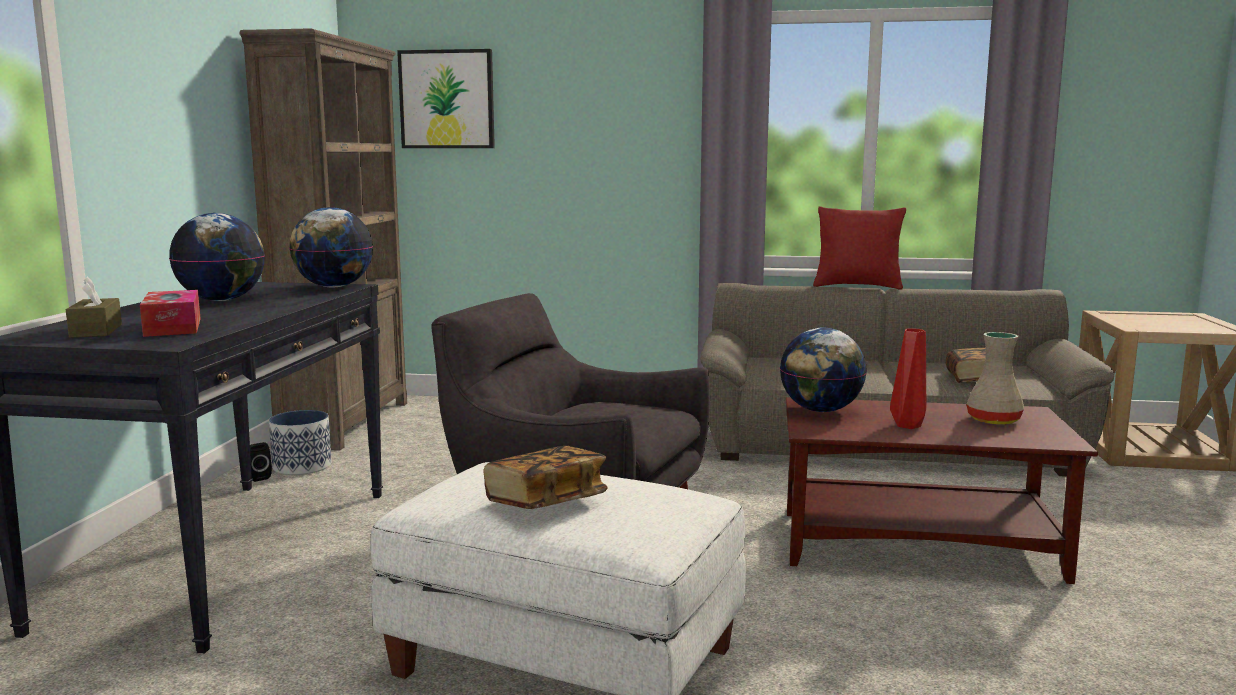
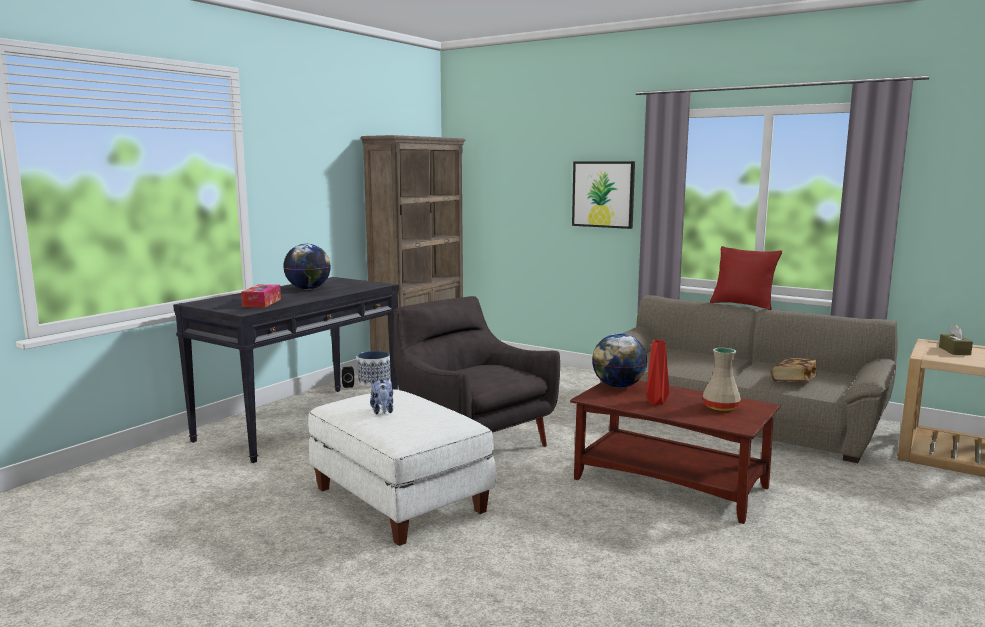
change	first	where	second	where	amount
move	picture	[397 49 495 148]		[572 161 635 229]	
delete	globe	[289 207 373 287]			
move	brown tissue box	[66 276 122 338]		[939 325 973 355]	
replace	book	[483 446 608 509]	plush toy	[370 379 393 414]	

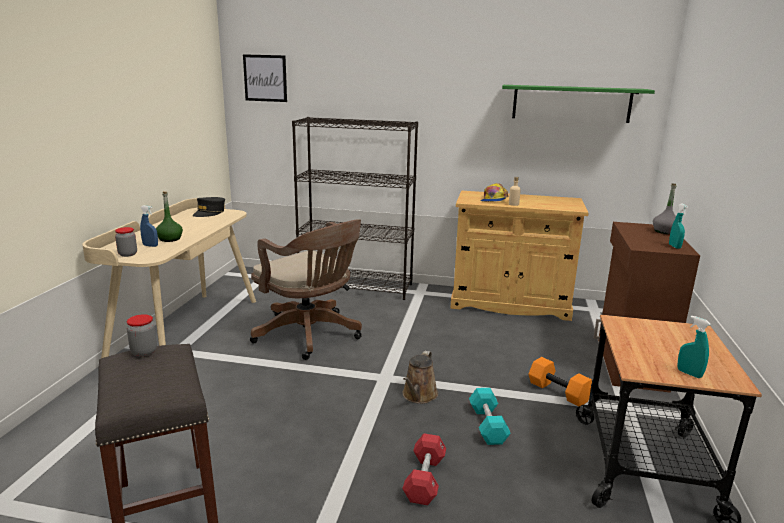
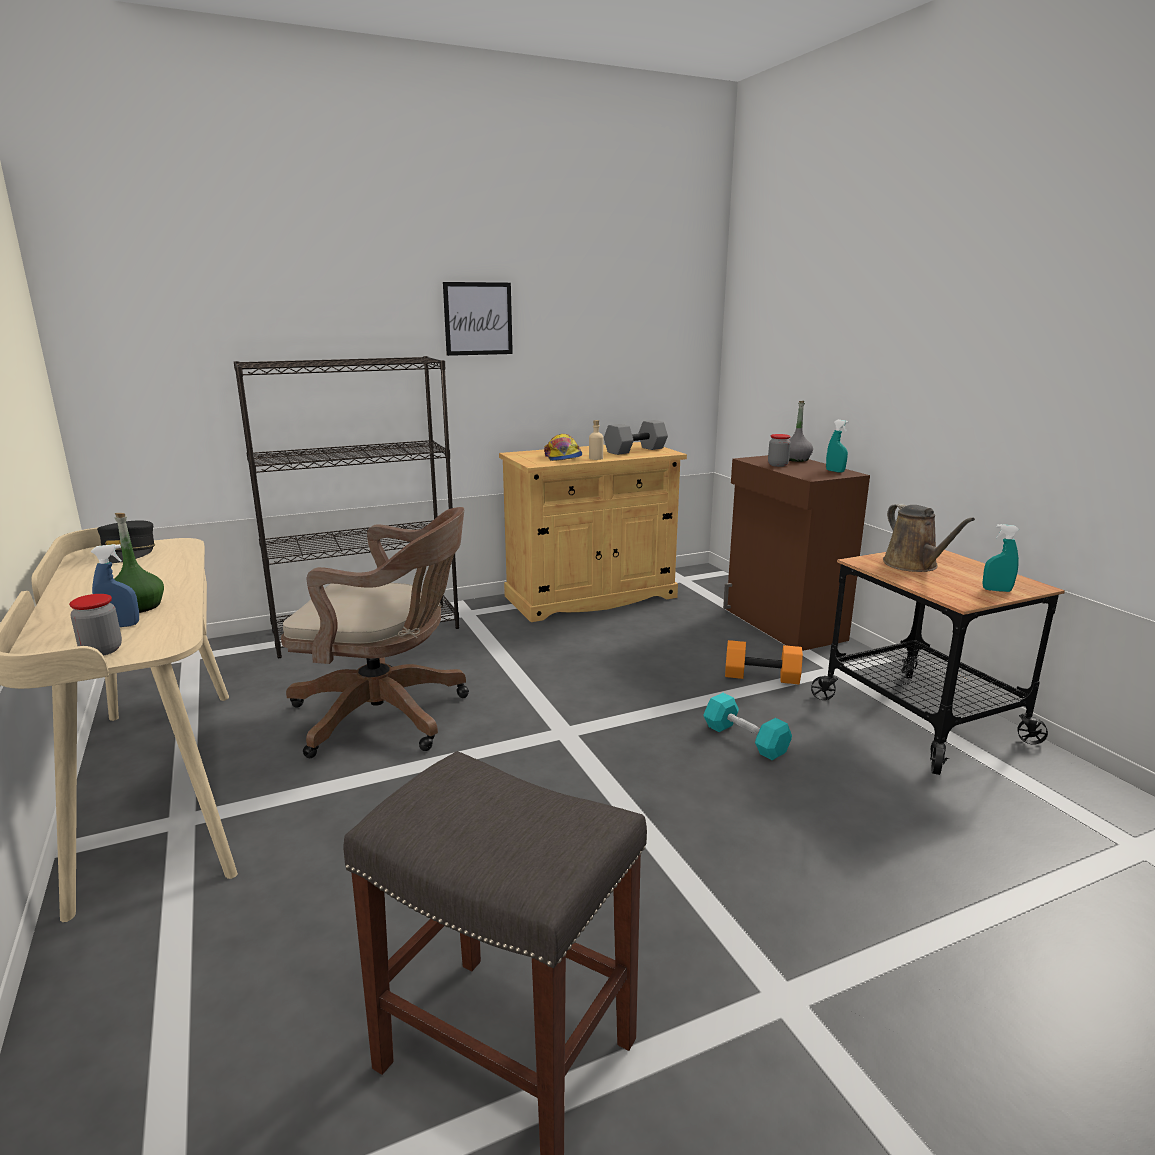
change	first	where	second	where	amount
move	picture	[243 54 287 102]		[443 282 513 356]	
delete	green shelf	[502 85 655 123]			
move	jar	[127 314 157 356]		[768 434 791 467]	
move	brown watering can	[402 351 438 404]		[883 503 975 572]	
delete	red dumbbell	[402 434 446 505]			
insert			grey dumbbell	[604 420 668 455]	

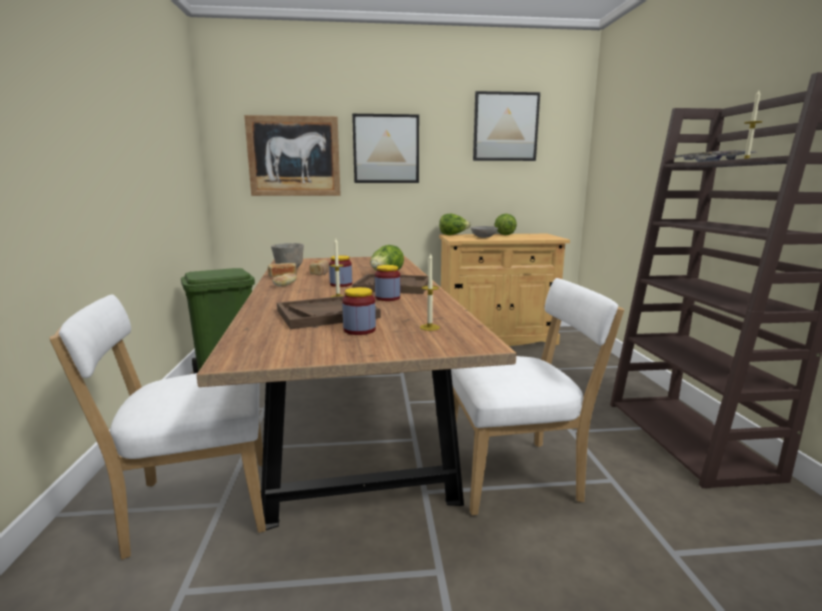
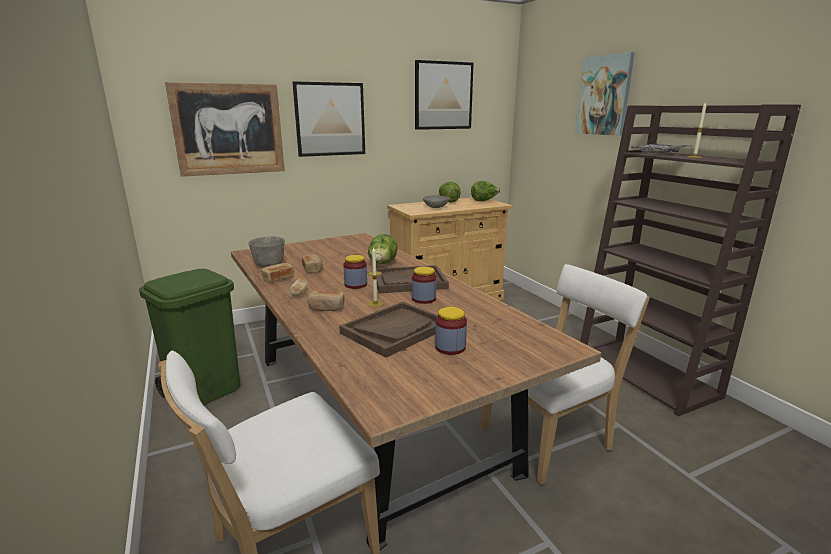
change	first	where	second	where	amount
move	lettuce	[439 214 471 235]		[471 181 500 201]	
delete	candle	[420 252 440 331]			
insert			picture	[575 52 635 136]	
insert			bread	[308 291 345 311]	

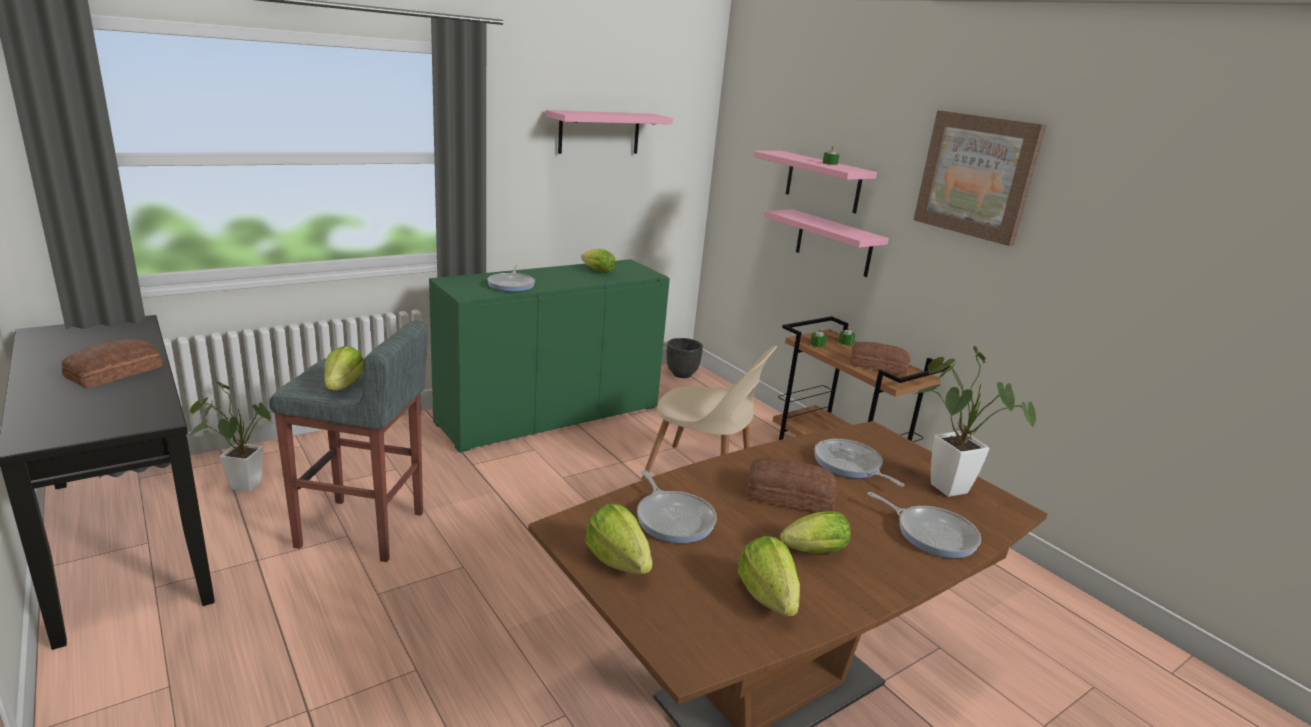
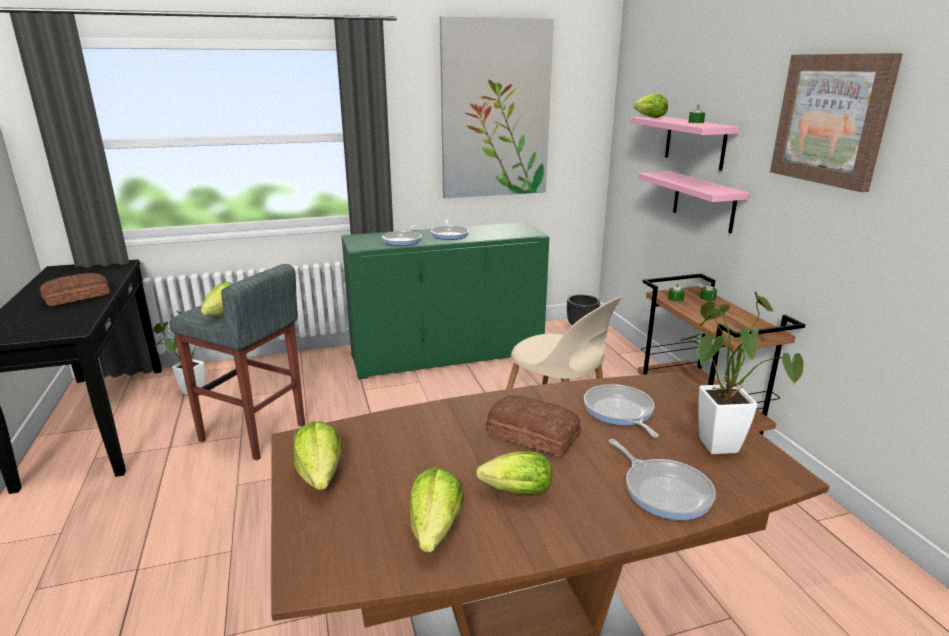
change	first	where	second	where	amount
replace	pink shelf	[545 110 673 154]	picture	[440 16 554 198]	
move	lettuce	[581 249 616 273]		[634 94 668 118]	
delete	bread	[850 342 910 375]			
move	frying pan	[637 470 717 543]		[431 220 469 240]	

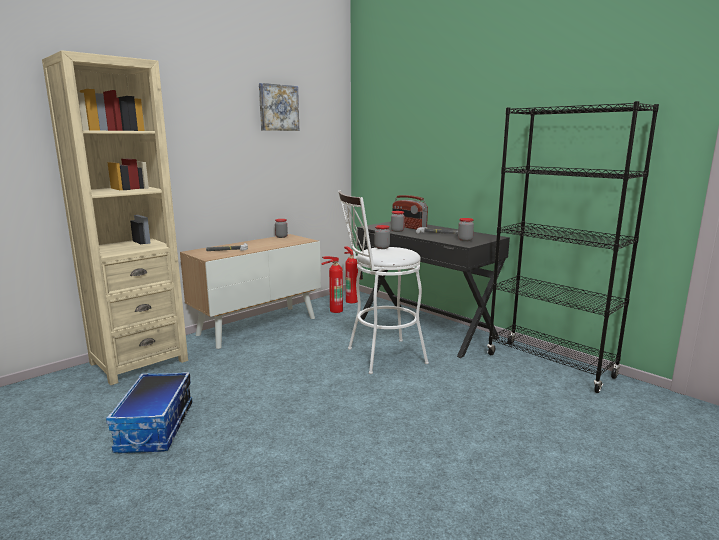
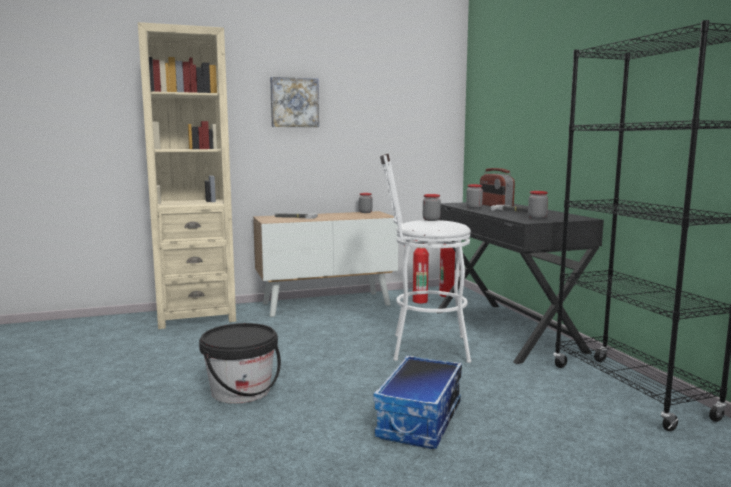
change	first	where	second	where	amount
move	picture	[259 83 299 131]		[270 77 319 127]	
move	storage box	[106 372 193 453]		[373 355 462 449]	
insert			black bucket	[199 323 281 404]	

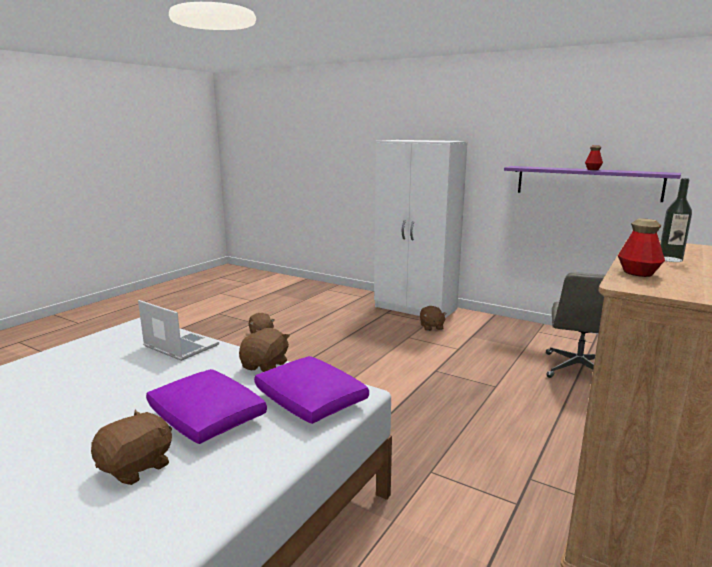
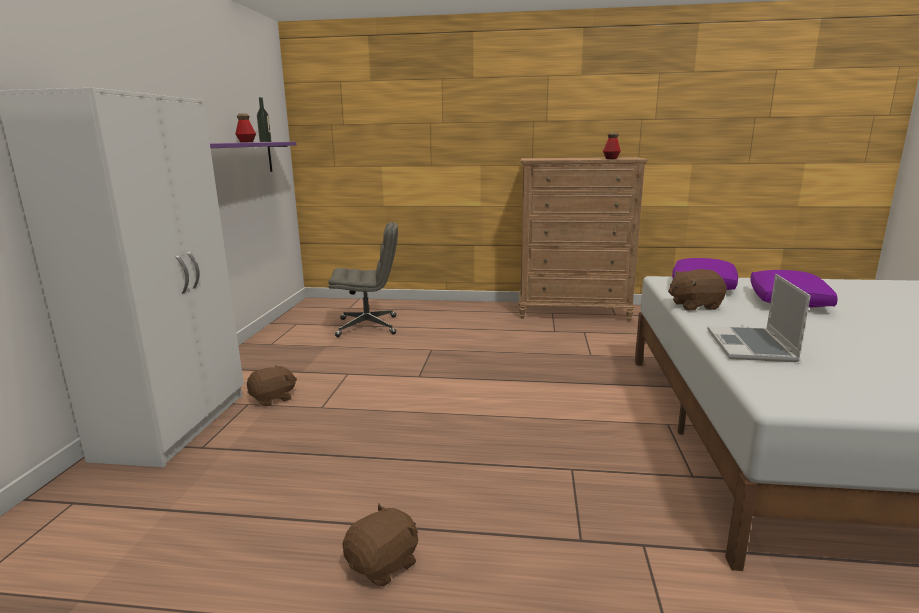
change	first	where	second	where	amount
move	bottle	[660 178 692 262]		[257 97 272 142]	
delete	brown plush toy	[91 410 172 485]			

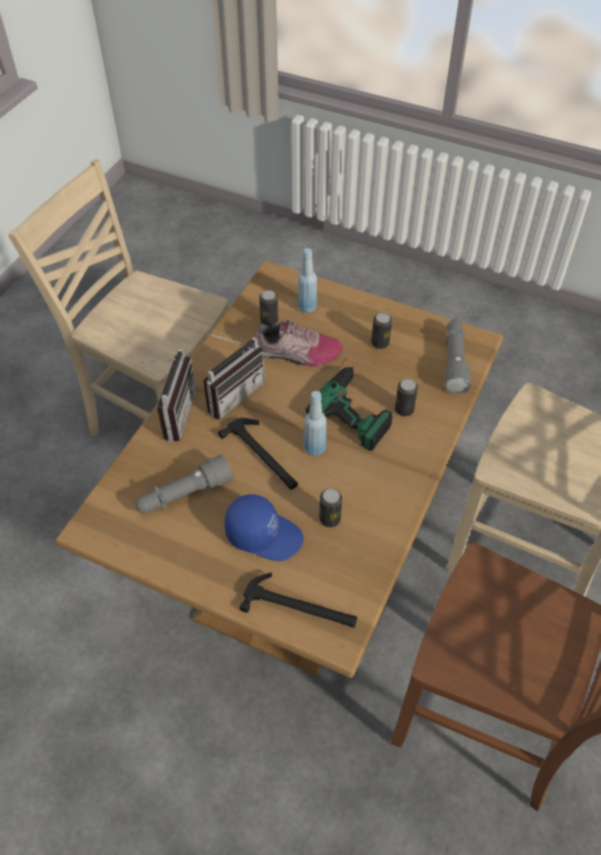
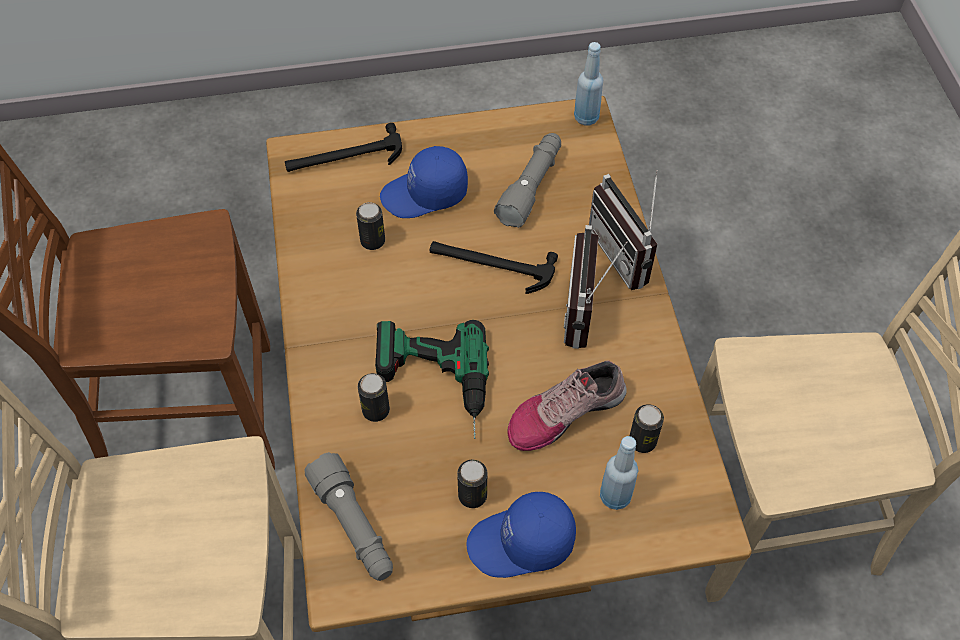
change	first	where	second	where	amount
move	blue bottle	[304 391 326 456]		[574 42 603 125]	
insert			blue cap	[466 492 576 578]	

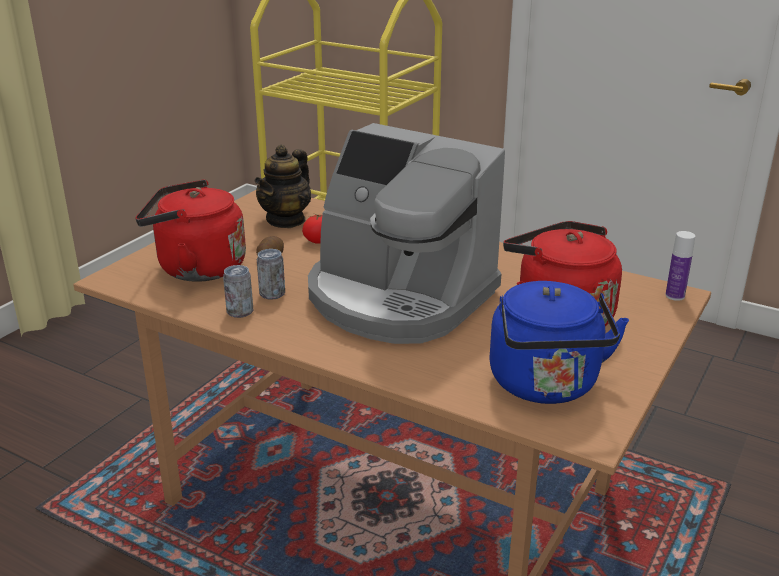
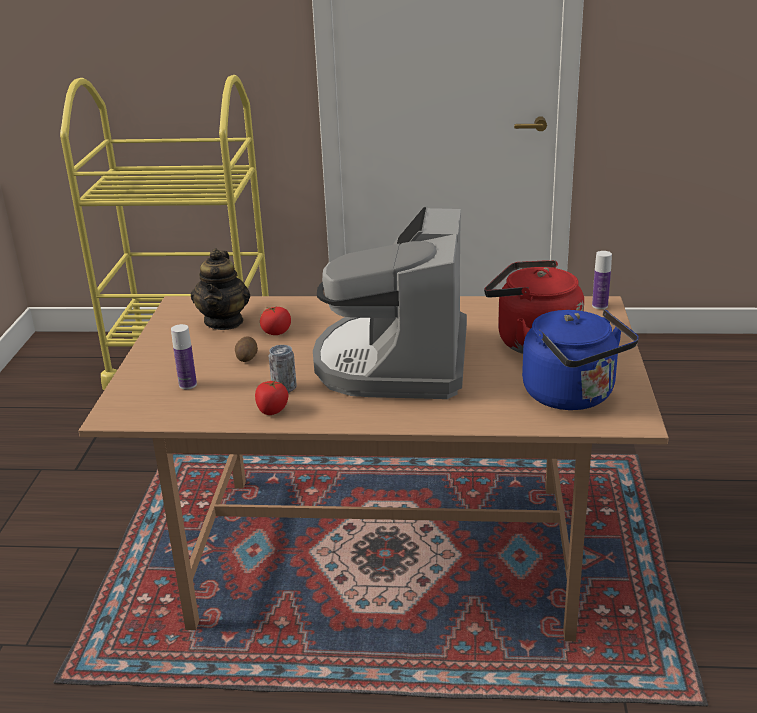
change	first	where	second	where	amount
rotate	coffee machine	[308 123 505 344]		[313 206 467 399]	90 degrees clockwise
replace	red kettle	[135 180 246 282]	bottle	[171 324 197 389]	
replace	can	[223 265 254 318]	tomato	[255 380 288 415]	

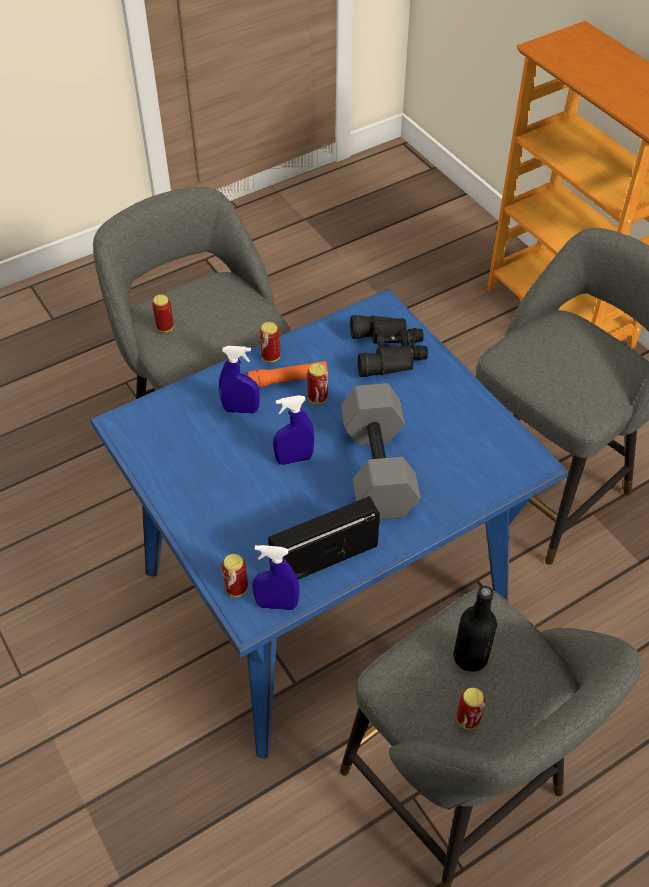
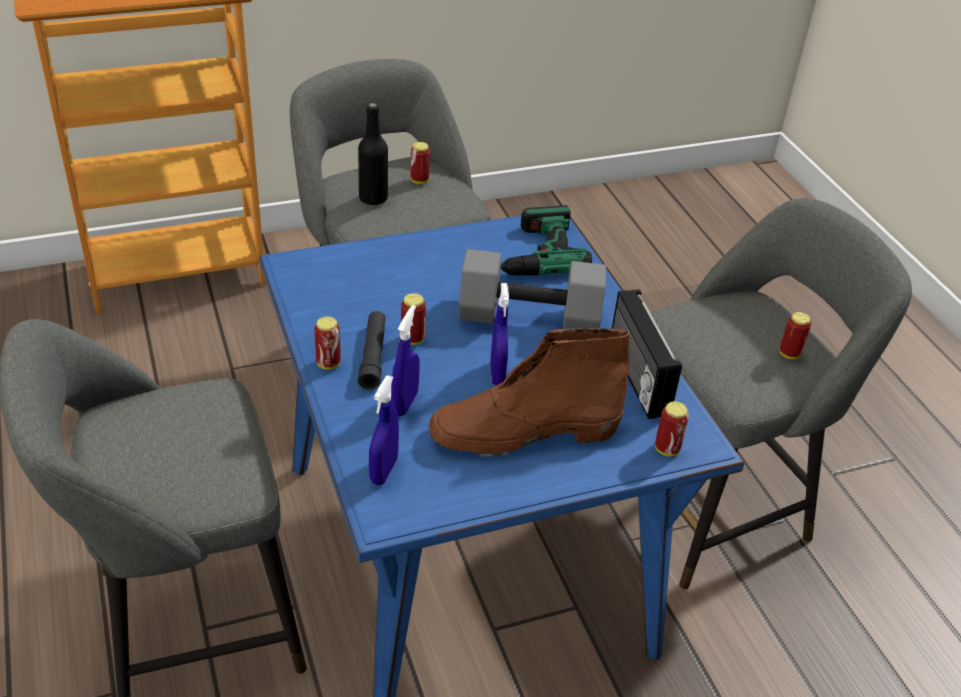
change	first	where	second	where	amount
move	can	[152 295 174 333]		[411 142 430 184]	
delete	black binoculars	[350 315 428 377]			
recolor	orange flashlight	[247 361 328 387]	black flashlight	[358 311 386 390]	
move	blue spray bottle	[252 545 299 610]		[369 375 399 485]	
move	black bottle	[454 586 497 672]		[358 103 388 205]	
insert			power drill	[501 205 592 276]	
insert			brown boot	[429 328 630 457]	

